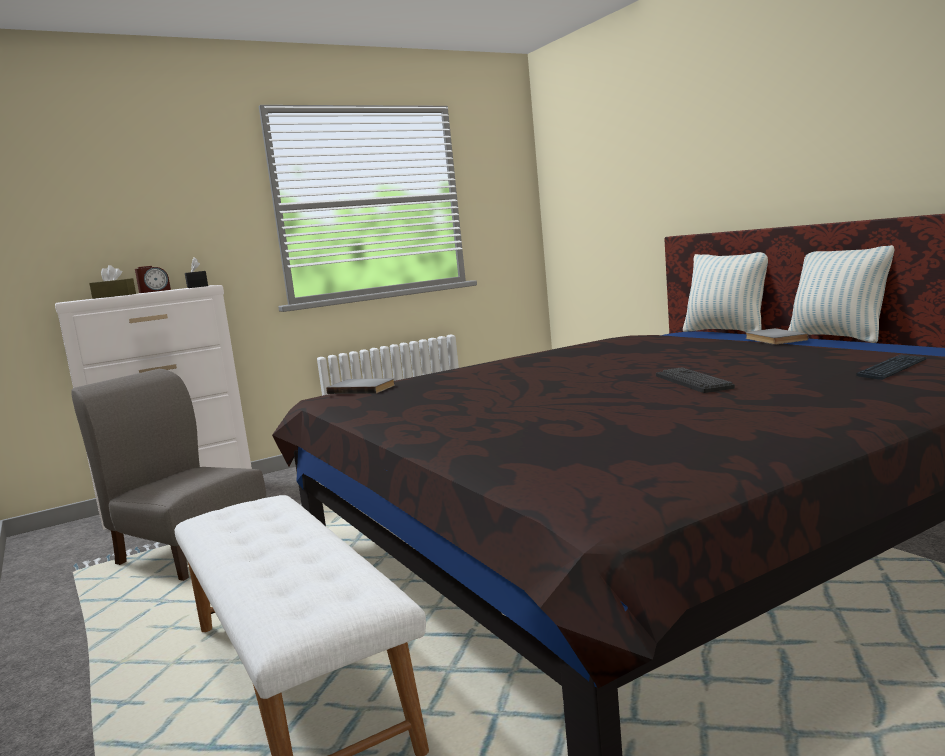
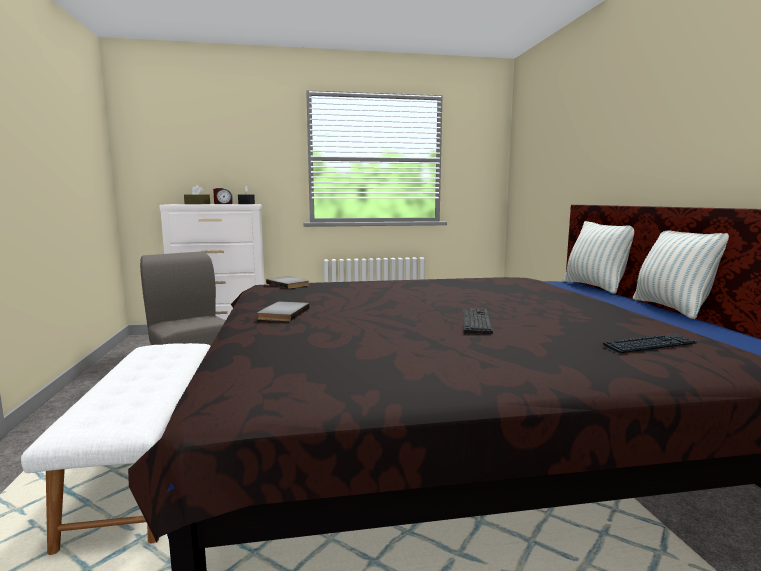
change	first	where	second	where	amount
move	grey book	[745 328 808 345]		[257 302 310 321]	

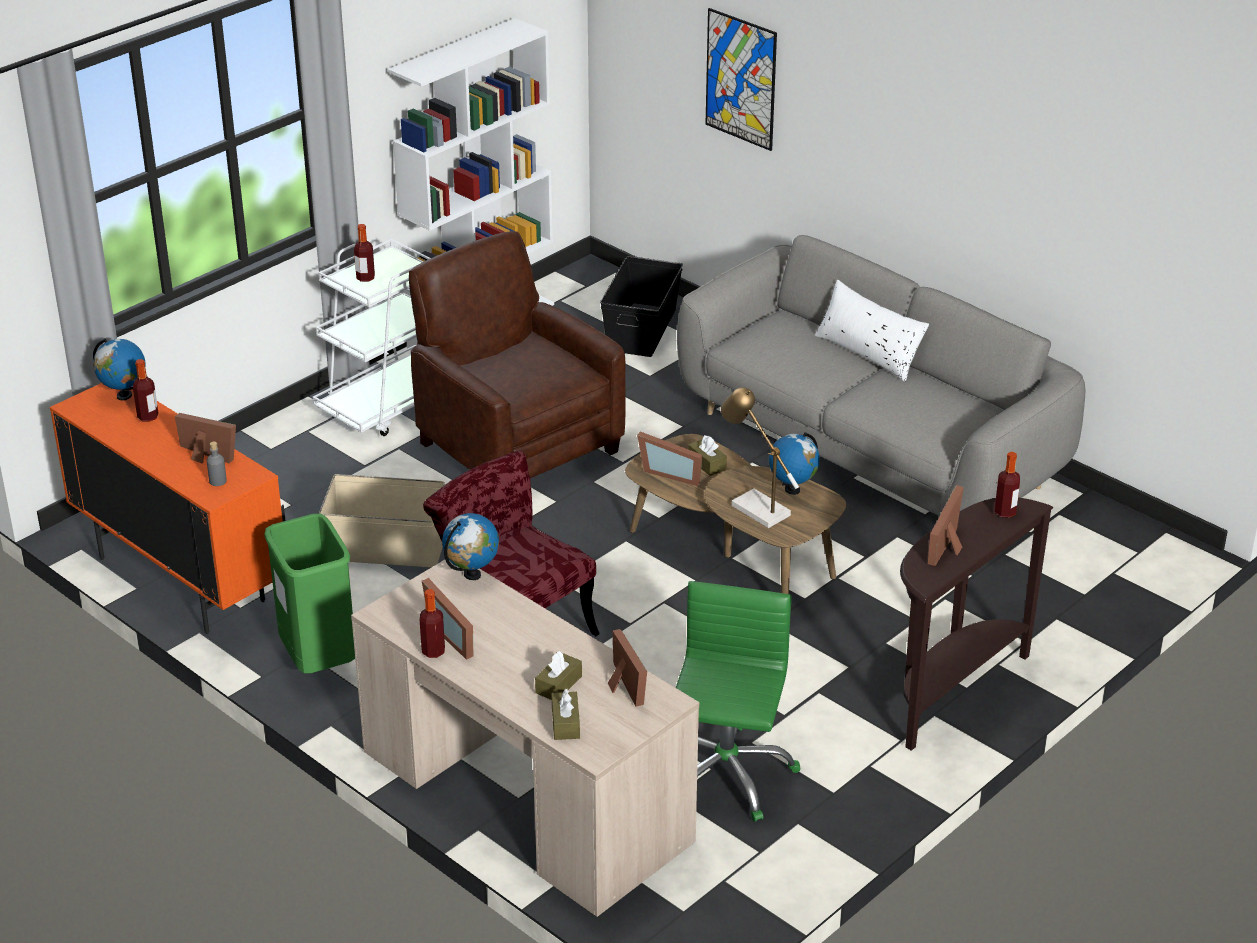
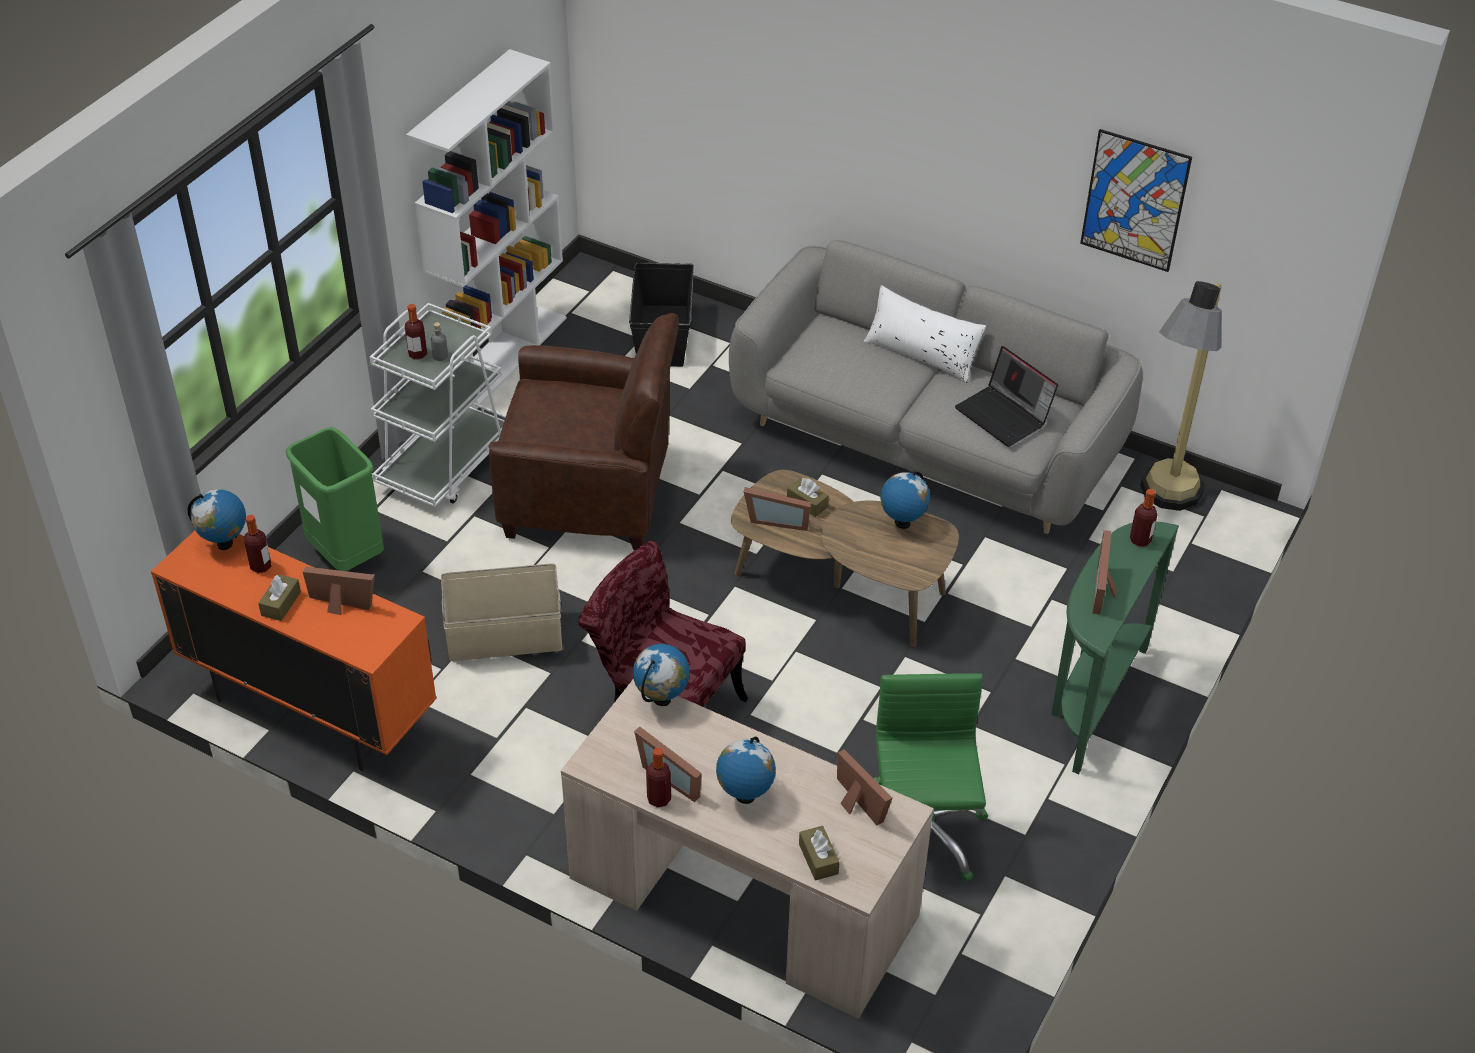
change	first	where	second	where	amount
move	picture	[705 8 777 151]		[1080 129 1192 272]	
rotate	brown armchair	[409 231 626 478]		[489 313 679 550]	150 degrees clockwise
delete	table lamp	[721 387 799 528]			
move	grey bottle	[207 442 227 486]		[431 322 448 361]	
recolor	brown console table	[900 498 1053 751]	green console table	[1051 521 1179 774]	
move	green trash can	[264 514 355 674]		[286 427 384 571]	
move	brown tissue box	[535 651 582 700]		[258 574 301 621]	
insert			floor lamp	[1140 281 1222 511]	
insert			laptop	[955 346 1058 447]	
insert			globe	[716 737 776 804]	

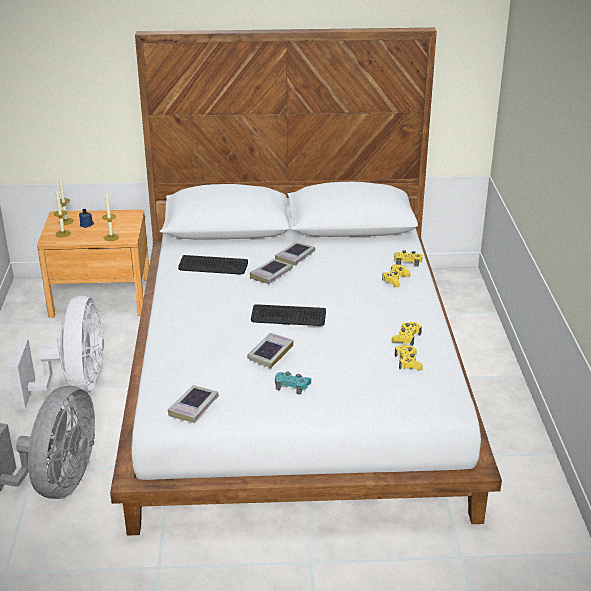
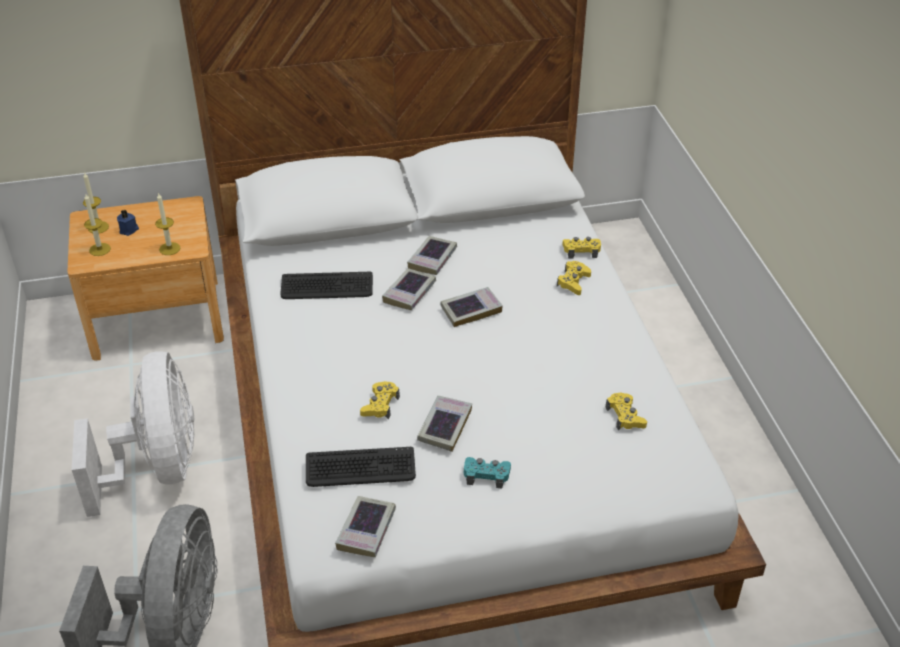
change	first	where	second	where	amount
move	keyboard	[251 304 326 326]		[306 447 416 487]	
move	yellow game controller	[392 322 422 346]		[360 381 400 419]	
insert			book	[441 287 503 327]	

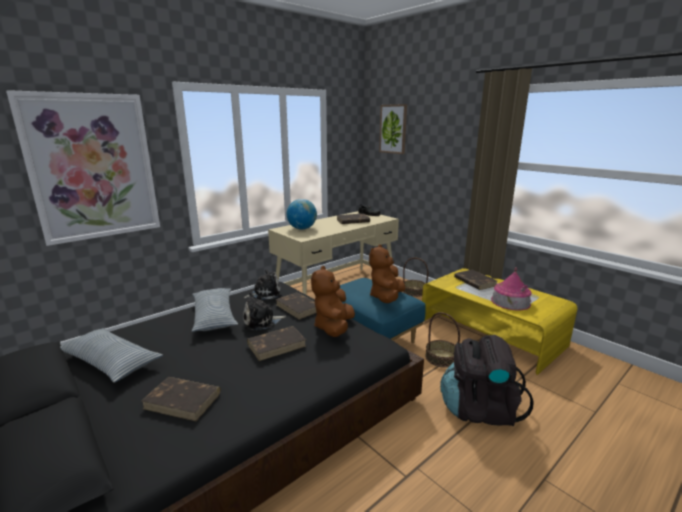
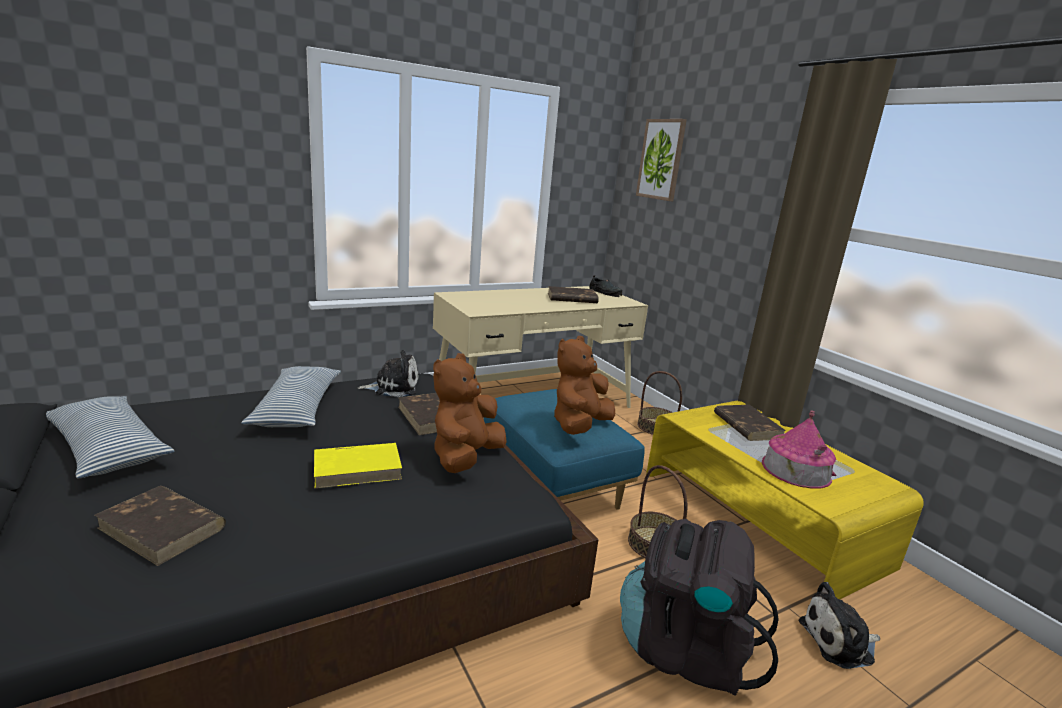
change	first	where	second	where	amount
delete	picture	[6 90 160 246]			
delete	globe	[287 199 317 229]			
move	plush toy	[243 292 286 330]		[799 582 880 669]	
recolor	brown book	[247 326 306 361]	yellow book	[314 443 402 489]	

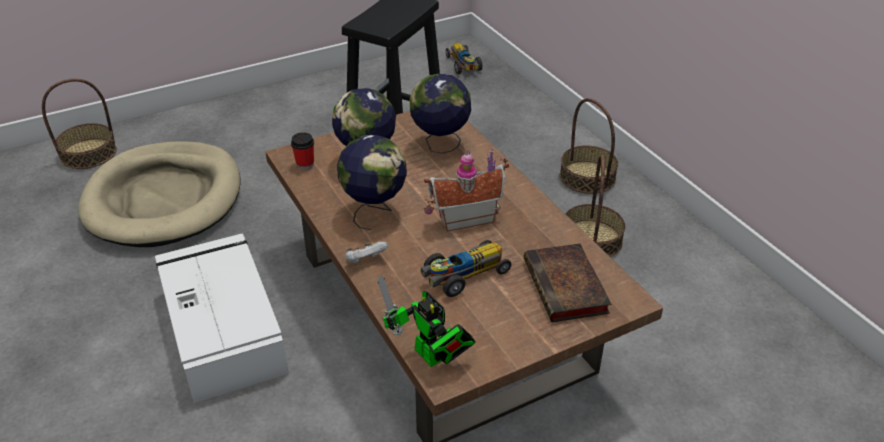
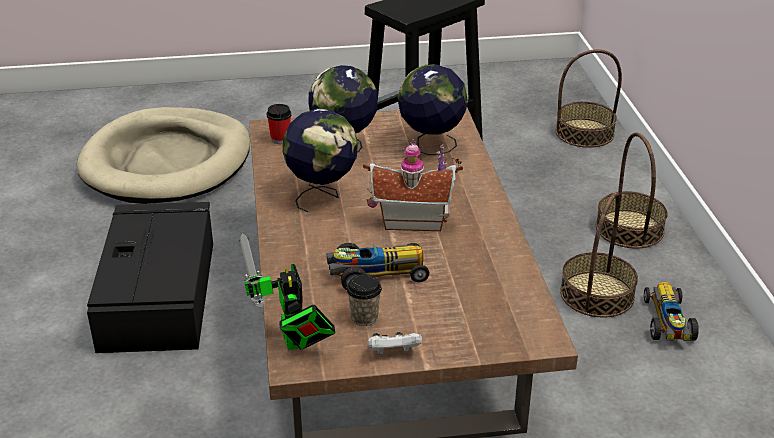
change	first	where	second	where	amount
move	toy car	[446 43 483 74]		[644 282 699 341]	
move	basket	[42 78 117 169]		[555 49 622 148]	
recolor	white storage box	[155 233 289 403]	black storage box	[87 202 213 353]	
move	white game controller	[345 242 388 264]		[368 332 422 354]	
delete	book	[524 244 611 322]			
insert			cup	[346 274 382 326]	

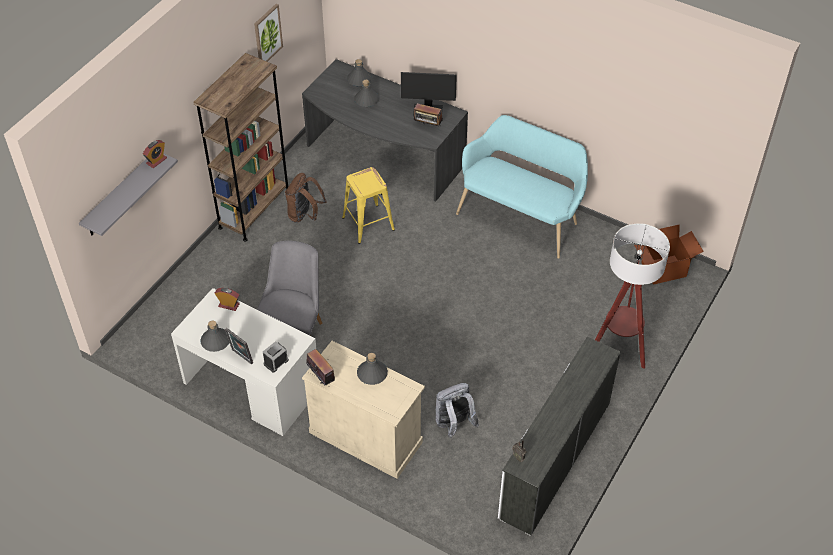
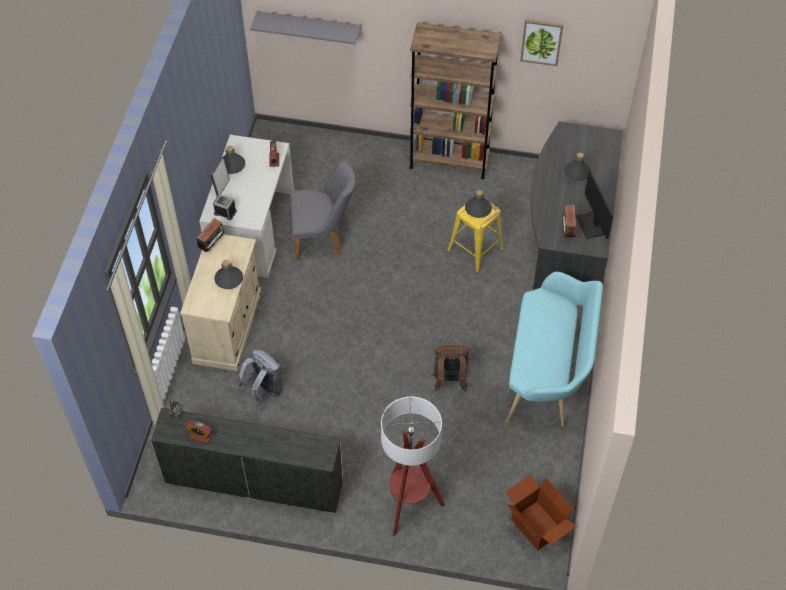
change	first	where	second	where	amount
move	grey bottle	[347 59 372 87]		[465 190 492 218]	
move	alarm clock	[143 140 167 168]		[185 420 212 444]	
move	brown backpack	[285 173 327 223]		[431 345 470 391]	

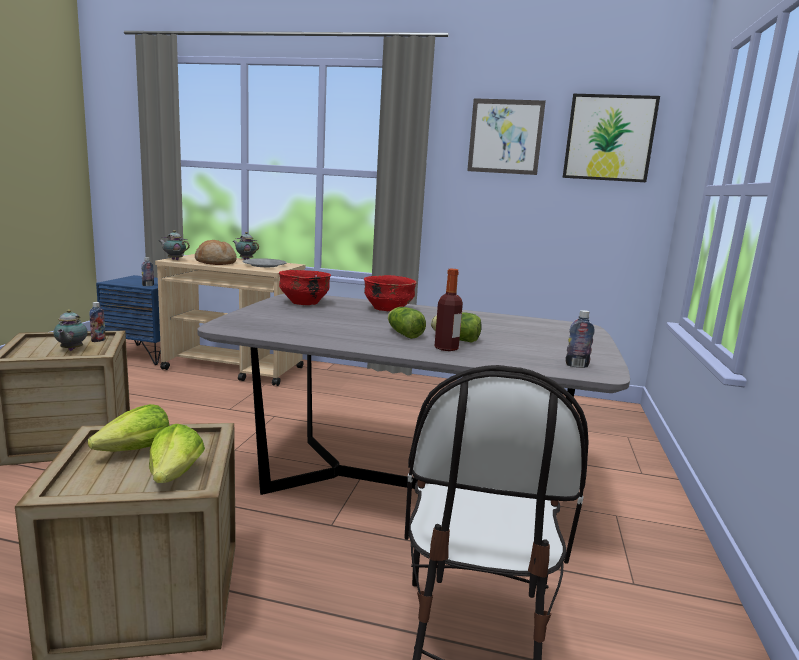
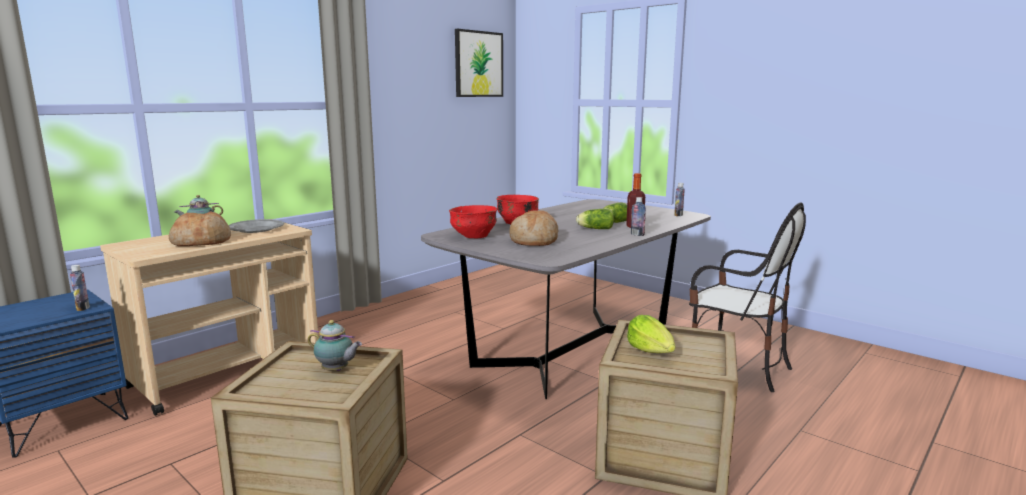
change	first	where	second	where	amount
delete	picture	[467 98 546 175]			
delete	teapot	[159 230 190 260]			
move	bottle	[89 302 106 342]		[631 197 646 236]	
delete	lettuce	[149 424 205 483]			
insert			bread	[509 210 558 246]	

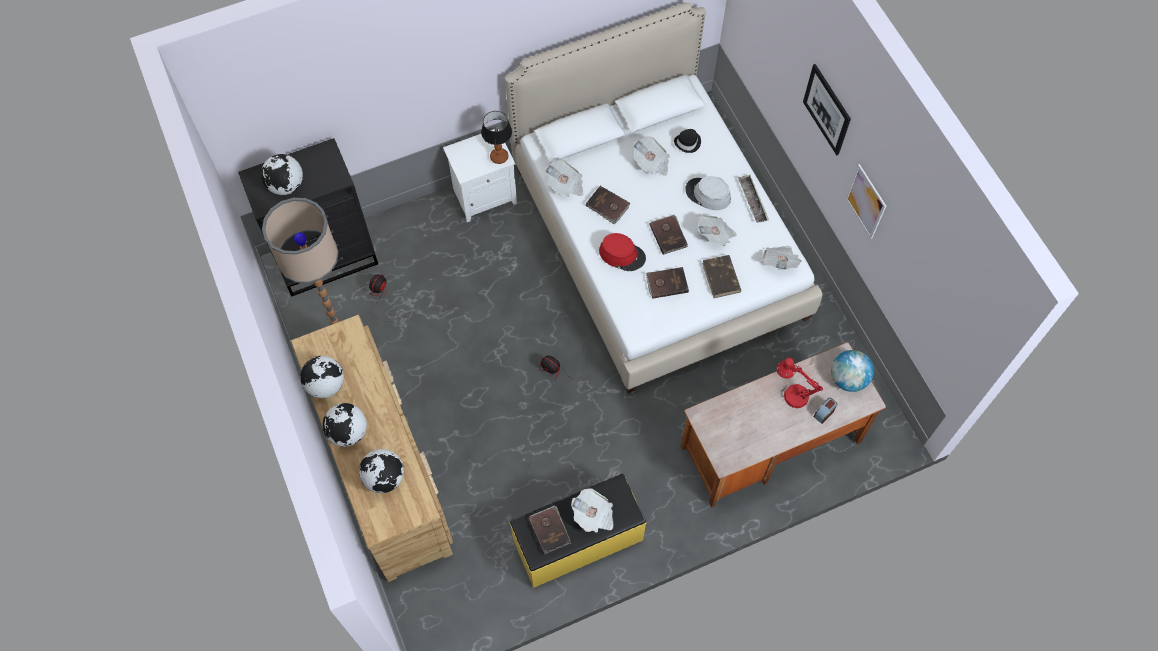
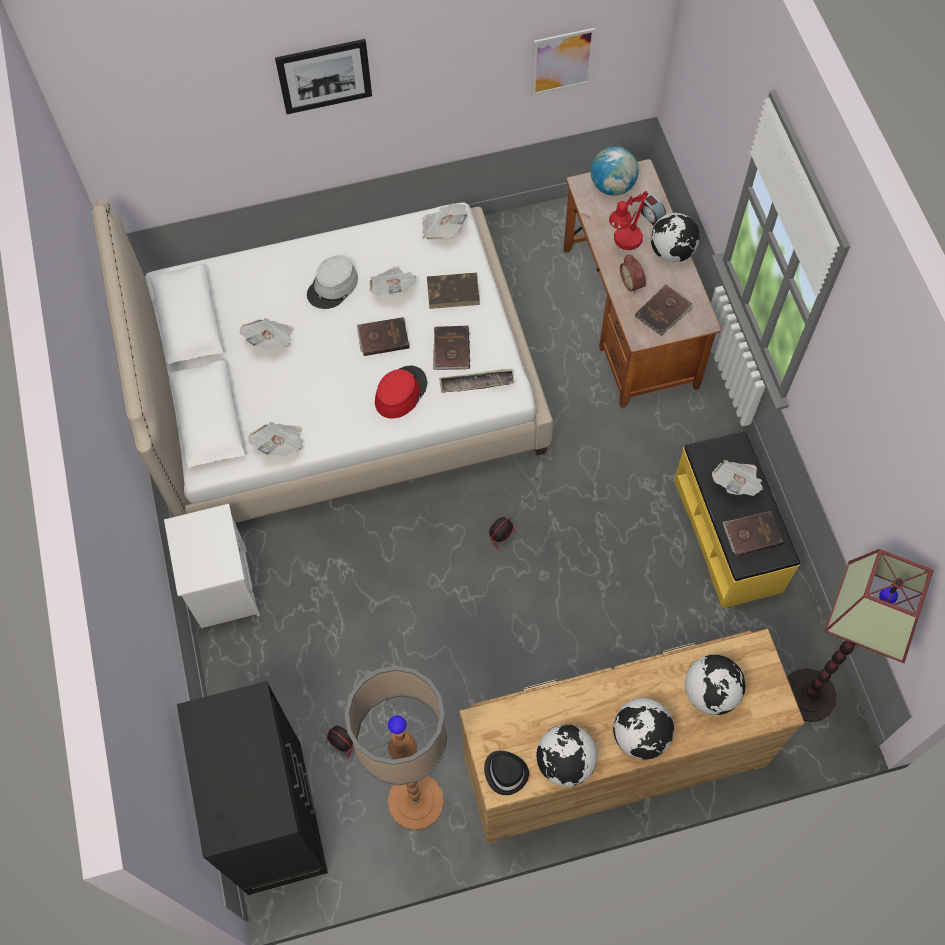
change	first	where	second	where	amount
delete	table lamp	[481 111 512 164]			
move	black hat	[674 129 701 153]		[484 751 529 795]	
move	globe	[261 154 303 195]		[651 213 700 262]	
move	picture	[846 164 886 239]		[531 28 596 96]	
move	tray	[738 175 769 223]		[439 369 514 393]	
move	brown book	[585 186 630 225]		[635 285 694 336]	
insert			alarm clock	[620 254 646 293]	
insert			floor lamp	[787 549 933 722]	

